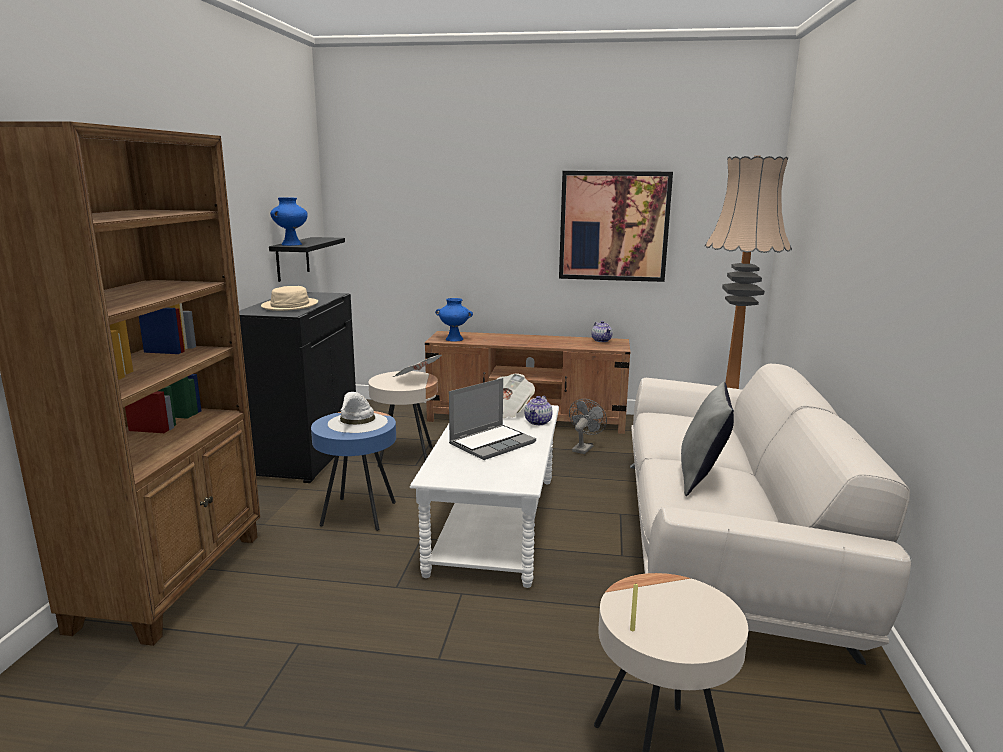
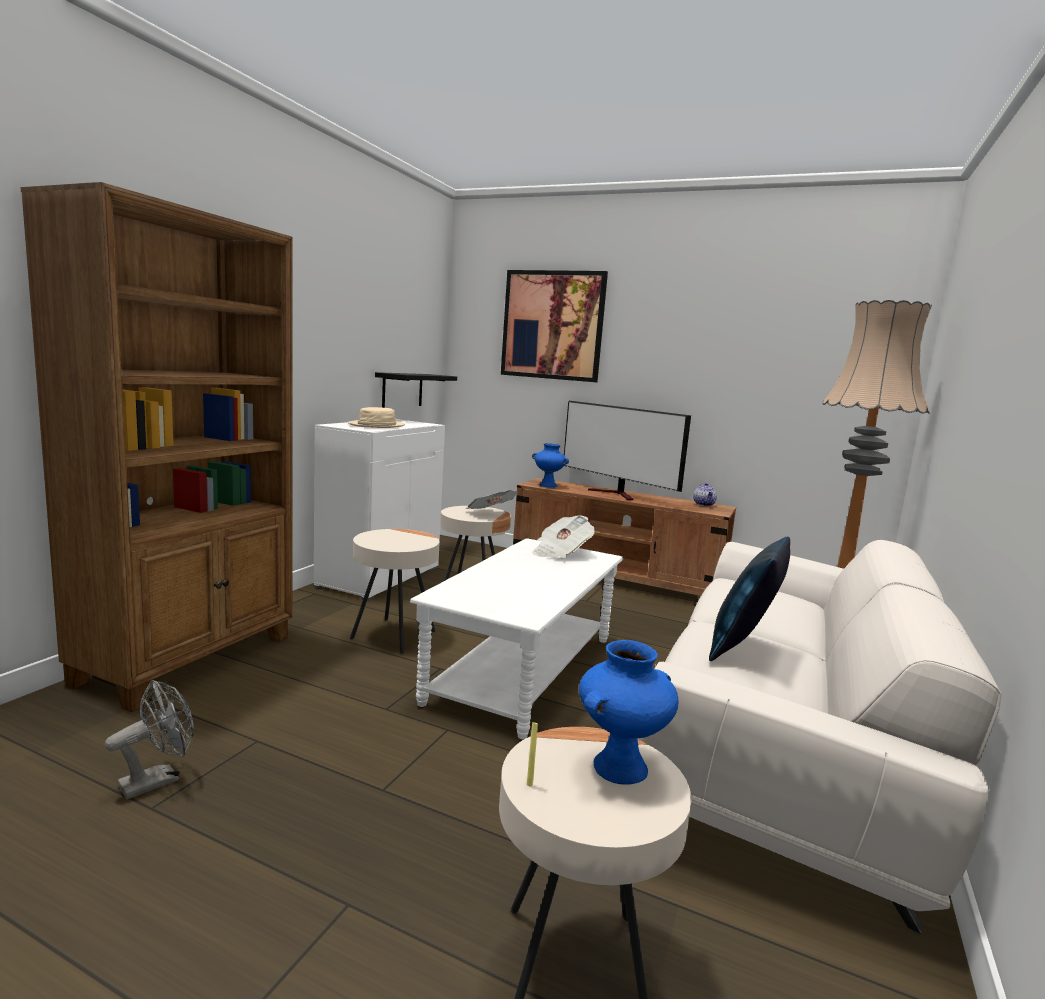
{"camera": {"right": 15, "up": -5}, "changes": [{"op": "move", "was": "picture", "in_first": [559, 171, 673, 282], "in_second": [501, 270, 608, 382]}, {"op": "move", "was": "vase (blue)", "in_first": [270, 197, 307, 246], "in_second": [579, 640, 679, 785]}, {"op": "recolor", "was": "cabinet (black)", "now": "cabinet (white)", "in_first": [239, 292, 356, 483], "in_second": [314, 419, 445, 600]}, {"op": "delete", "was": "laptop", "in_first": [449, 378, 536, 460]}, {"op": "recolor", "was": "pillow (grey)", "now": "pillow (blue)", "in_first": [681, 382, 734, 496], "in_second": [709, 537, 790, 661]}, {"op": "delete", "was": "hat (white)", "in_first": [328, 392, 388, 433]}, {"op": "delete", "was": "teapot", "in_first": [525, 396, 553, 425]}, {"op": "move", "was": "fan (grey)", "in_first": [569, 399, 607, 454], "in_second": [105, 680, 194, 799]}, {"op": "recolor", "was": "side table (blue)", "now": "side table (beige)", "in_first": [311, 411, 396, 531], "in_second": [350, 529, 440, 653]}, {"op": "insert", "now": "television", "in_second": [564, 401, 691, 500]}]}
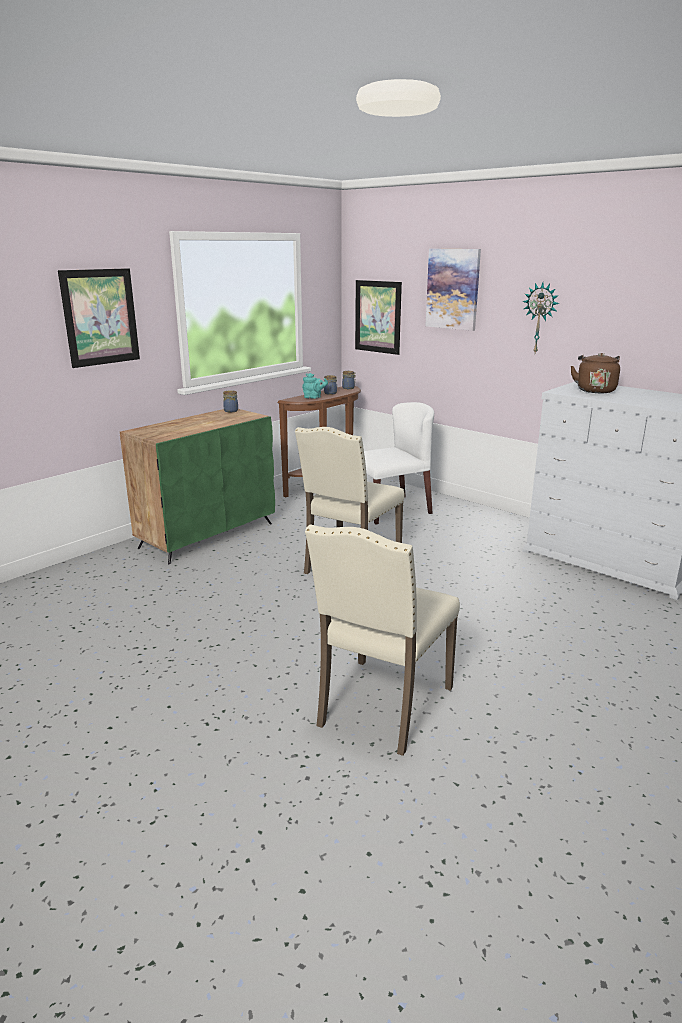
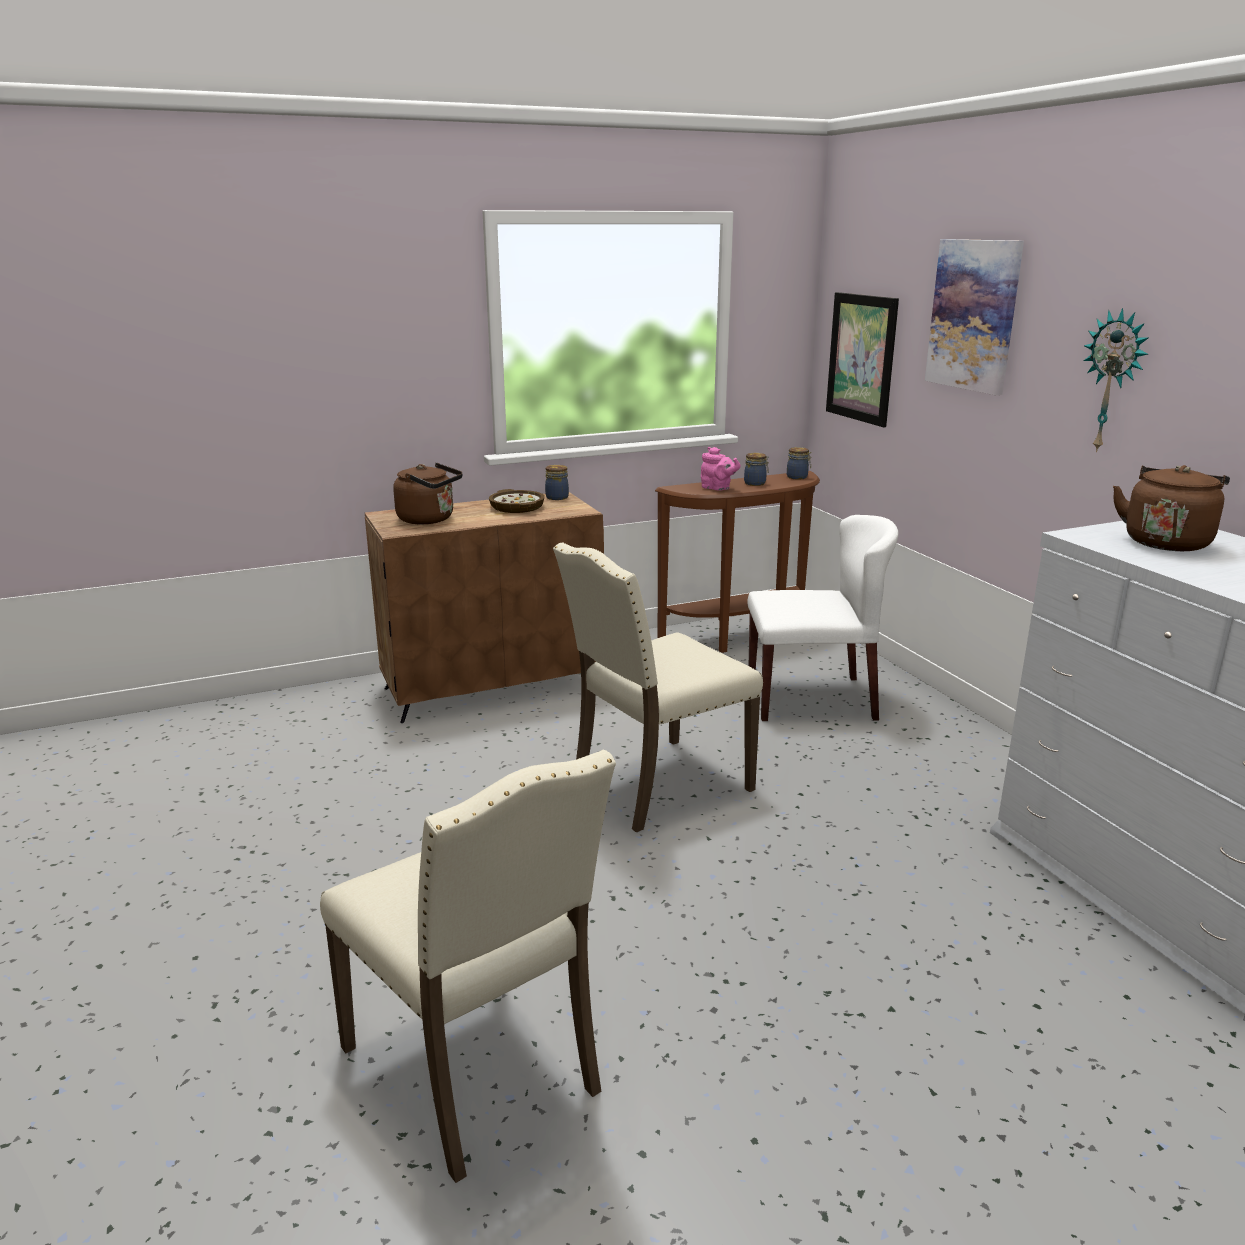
{"camera": {"right": 25, "up": 0}, "changes": [{"op": "delete", "was": "picture", "in_first": [58, 268, 140, 368]}, {"op": "recolor", "was": "teapot (turquoise)", "now": "teapot (pink)", "in_first": [302, 373, 328, 399], "in_second": [701, 447, 741, 491]}, {"op": "recolor", "was": "cabinet (green)", "now": "cabinet (brown)", "in_first": [120, 409, 275, 564], "in_second": [365, 492, 604, 723]}, {"op": "rotate", "was": "chair (beige)", "in_first": [305, 524, 460, 756], "in_second": [320, 750, 616, 1183], "clockwise": -90}, {"op": "insert", "now": "kettle (brown)", "in_second": [393, 463, 463, 524]}, {"op": "insert", "now": "bowl", "in_second": [489, 489, 545, 513]}]}
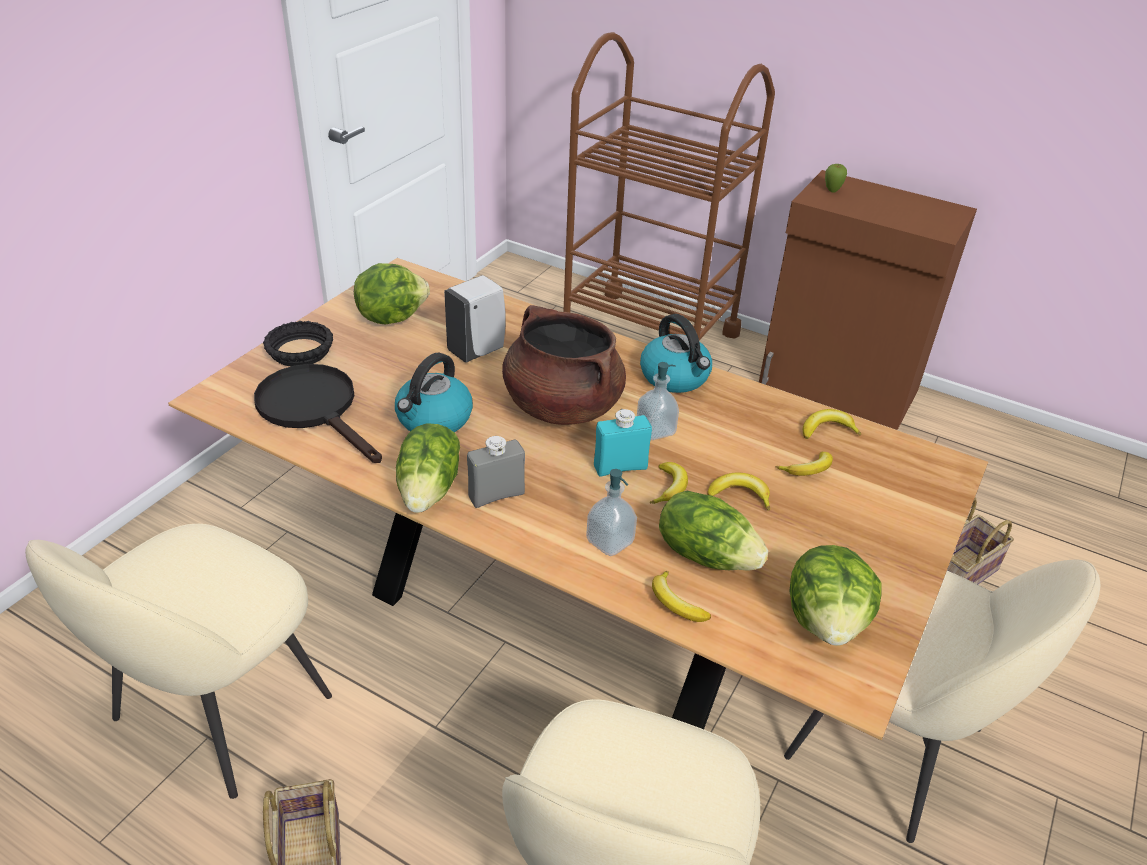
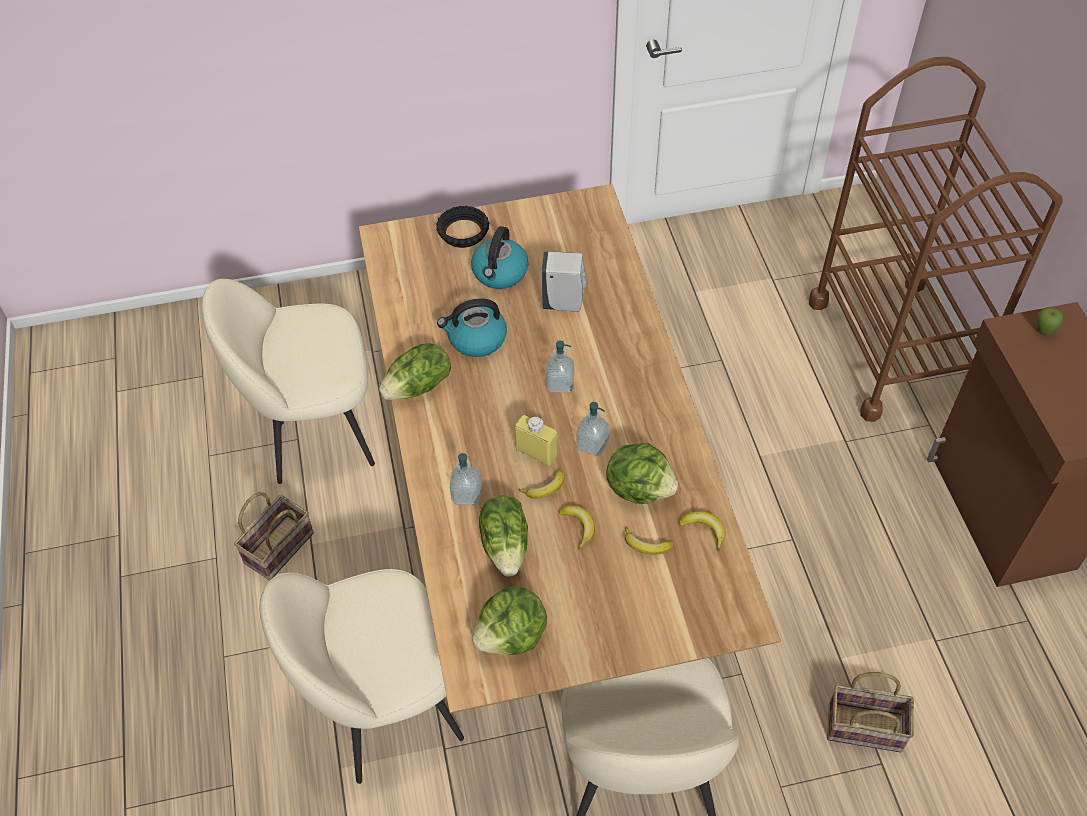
{"camera": {"right": 50, "up": 15}, "changes": [{"op": "move", "was": "lettuce", "in_first": [354, 263, 430, 324], "in_second": [606, 443, 678, 504]}, {"op": "replace", "was": "cooking pot (brown)", "now": "soap dispenser", "in_first": [502, 305, 626, 425], "in_second": [546, 341, 574, 393]}, {"op": "move", "was": "kettle", "in_first": [640, 314, 712, 393], "in_second": [471, 226, 528, 289]}, {"op": "delete", "was": "frying pan (black)", "in_first": [254, 364, 382, 463]}, {"op": "recolor", "was": "bottle (turquoise)", "now": "bottle (yellow)", "in_first": [594, 409, 652, 477], "in_second": [515, 415, 557, 466]}, {"op": "delete", "was": "bottle (grey)", "in_first": [467, 436, 525, 508]}, {"op": "delete", "was": "banana", "in_first": [652, 571, 711, 622]}]}
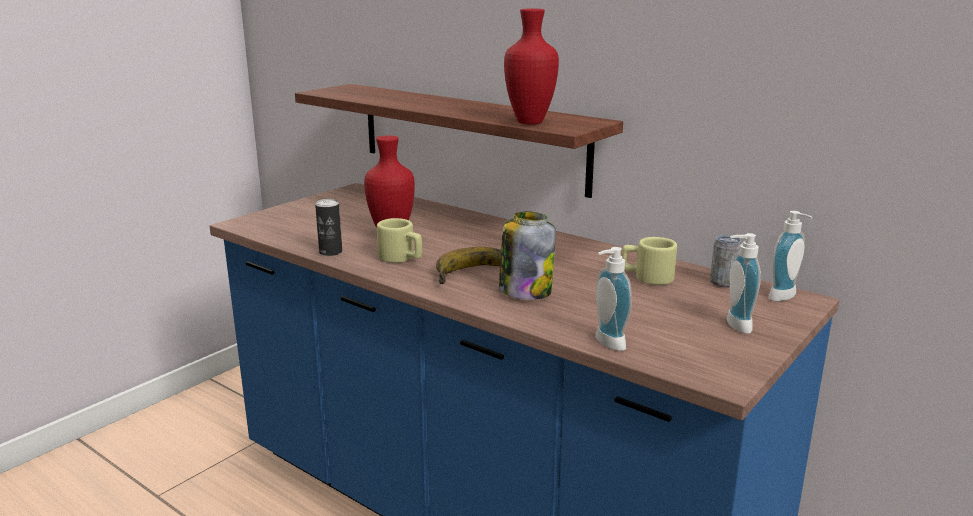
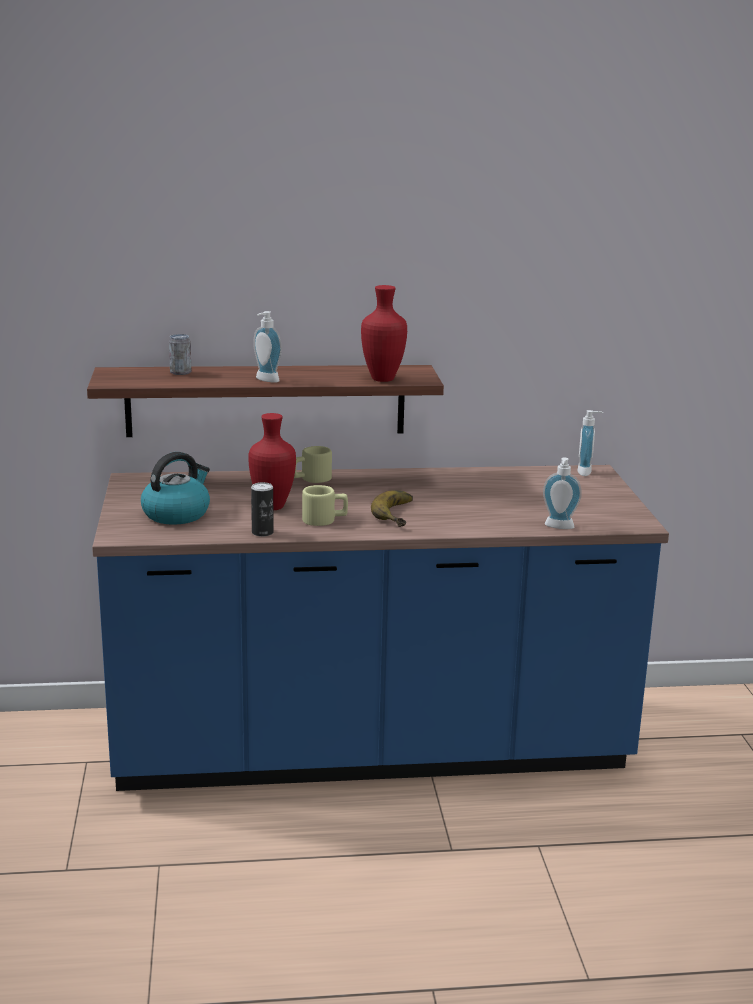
{"camera": {"right": -45, "up": 0}, "changes": [{"op": "delete", "was": "jar", "in_first": [499, 211, 556, 300]}, {"op": "move", "was": "soap dispenser", "in_first": [727, 233, 761, 334], "in_second": [253, 311, 282, 383]}, {"op": "move", "was": "can", "in_first": [710, 235, 742, 288], "in_second": [169, 334, 191, 375]}, {"op": "move", "was": "mug (beige)", "in_first": [622, 237, 677, 285], "in_second": [294, 446, 332, 483]}, {"op": "insert", "now": "kettle", "in_second": [141, 452, 210, 525]}]}
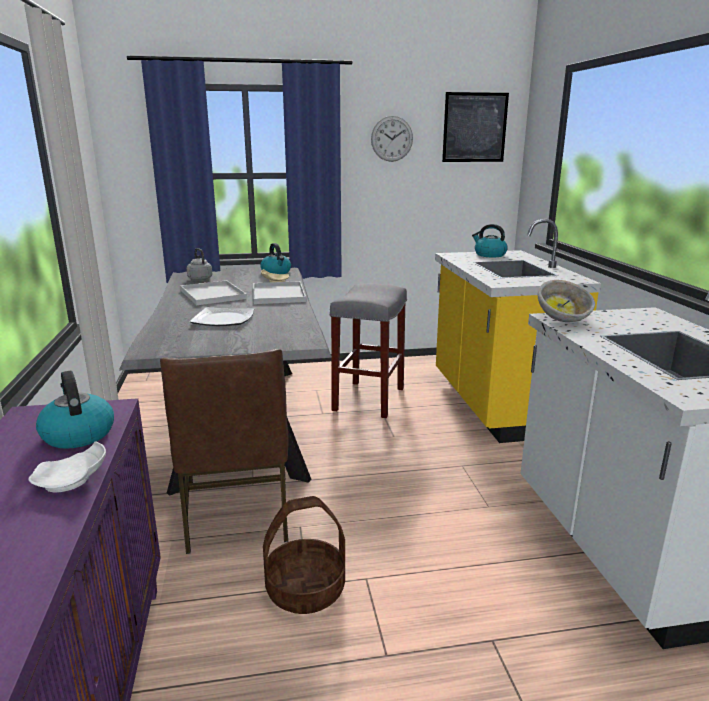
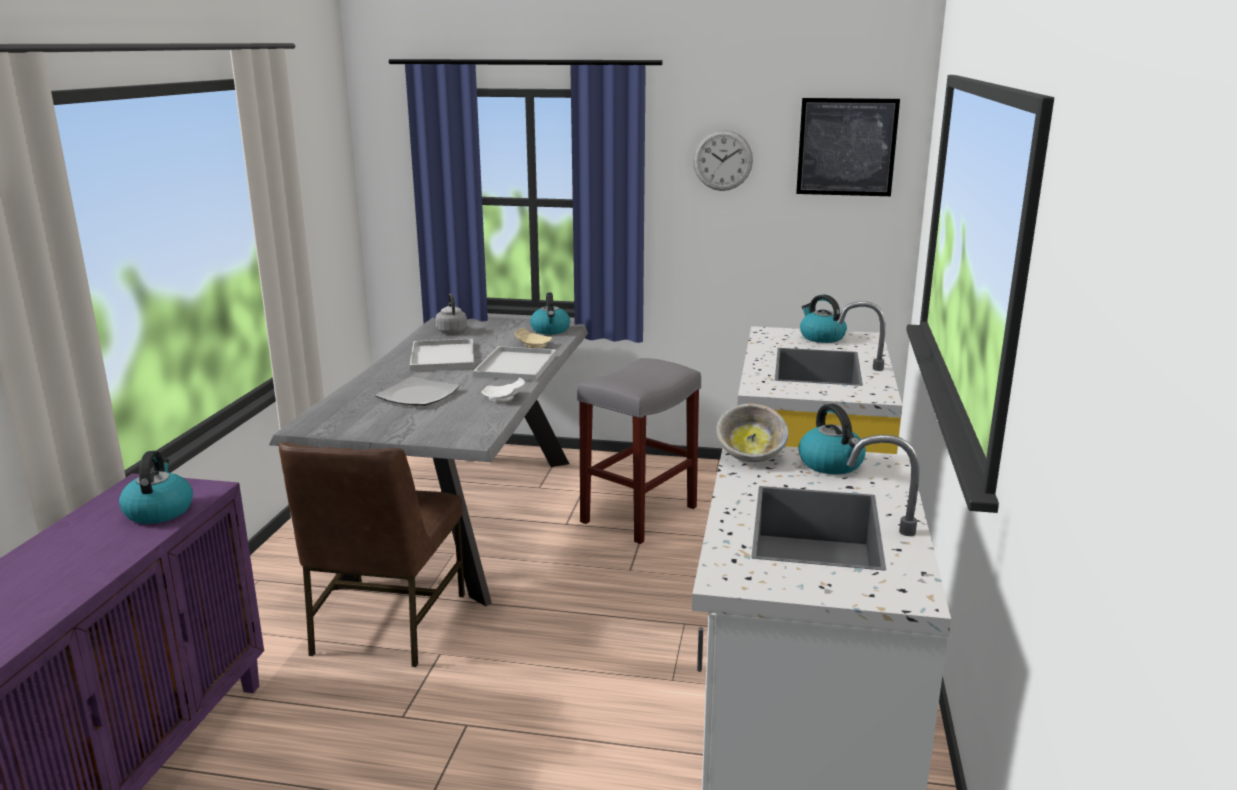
{"camera": {"right": 20, "up": 0}, "changes": [{"op": "move", "was": "plate (white)", "in_first": [28, 441, 106, 493], "in_second": [481, 378, 525, 402]}, {"op": "delete", "was": "basket", "in_first": [263, 496, 345, 614]}, {"op": "insert", "now": "kettle", "in_second": [799, 404, 866, 474]}]}
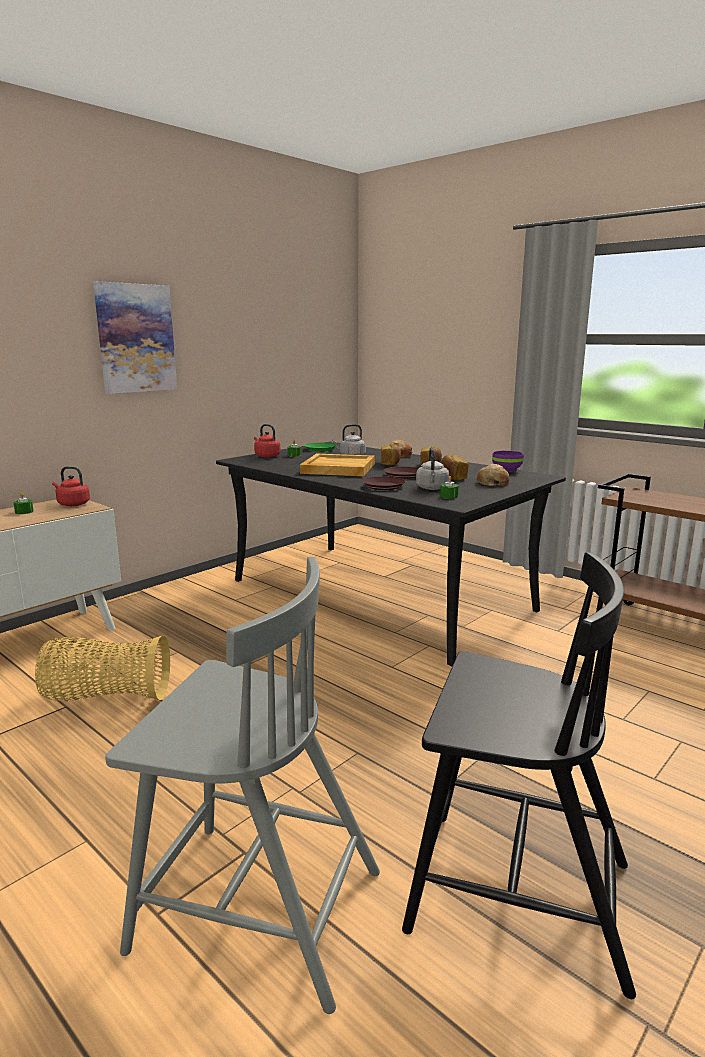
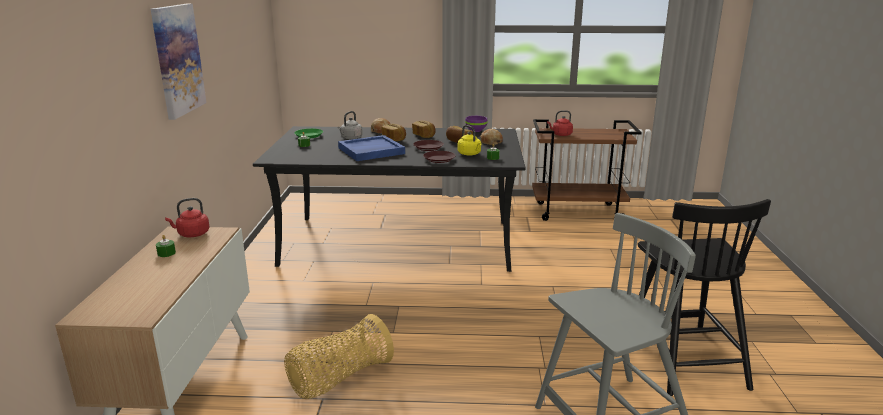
{"camera": {"right": -40, "up": 5}, "changes": [{"op": "move", "was": "kettle (red)", "in_first": [254, 424, 281, 458], "in_second": [547, 110, 573, 136]}, {"op": "recolor", "was": "kettle (grey)", "now": "kettle (yellow)", "in_first": [416, 447, 449, 490], "in_second": [458, 125, 482, 156]}, {"op": "recolor", "was": "tray (beige)", "now": "tray (blue)", "in_first": [300, 454, 375, 476], "in_second": [338, 135, 405, 161]}, {"op": "rotate", "was": "chair (black)", "in_first": [402, 552, 636, 999], "in_second": [638, 199, 771, 396], "clockwise": 105}]}
